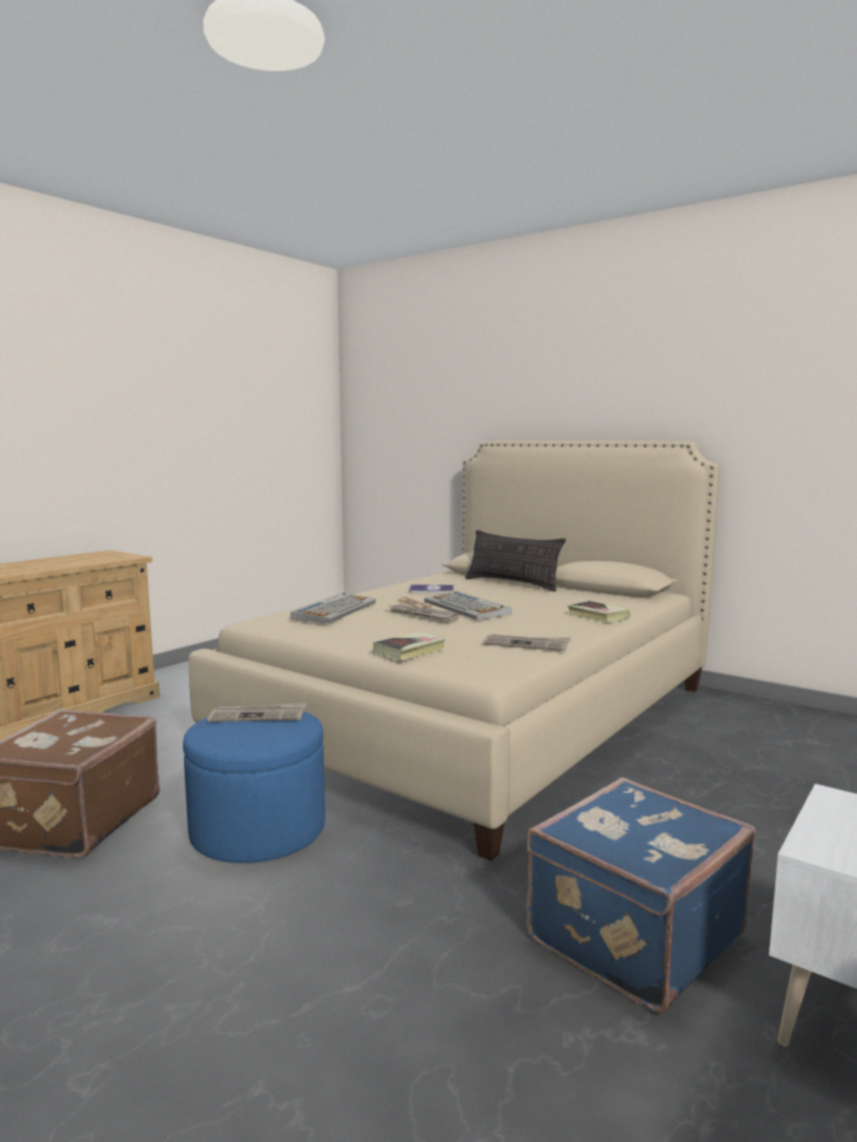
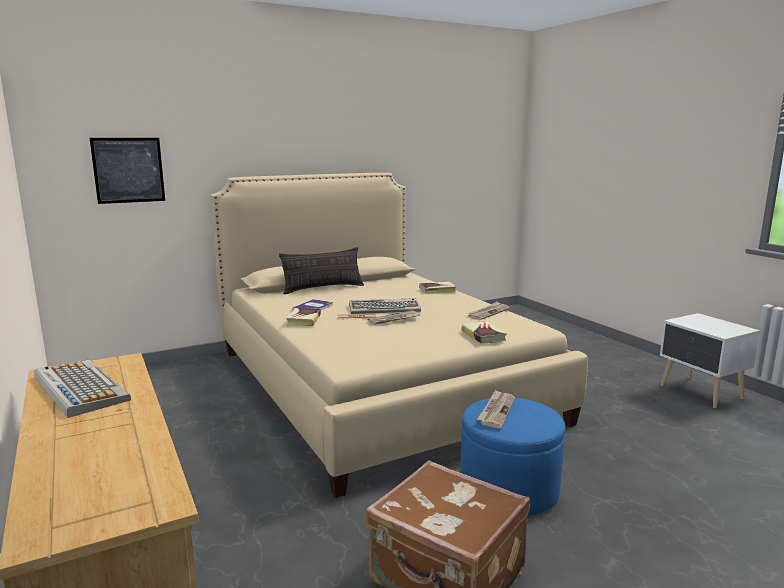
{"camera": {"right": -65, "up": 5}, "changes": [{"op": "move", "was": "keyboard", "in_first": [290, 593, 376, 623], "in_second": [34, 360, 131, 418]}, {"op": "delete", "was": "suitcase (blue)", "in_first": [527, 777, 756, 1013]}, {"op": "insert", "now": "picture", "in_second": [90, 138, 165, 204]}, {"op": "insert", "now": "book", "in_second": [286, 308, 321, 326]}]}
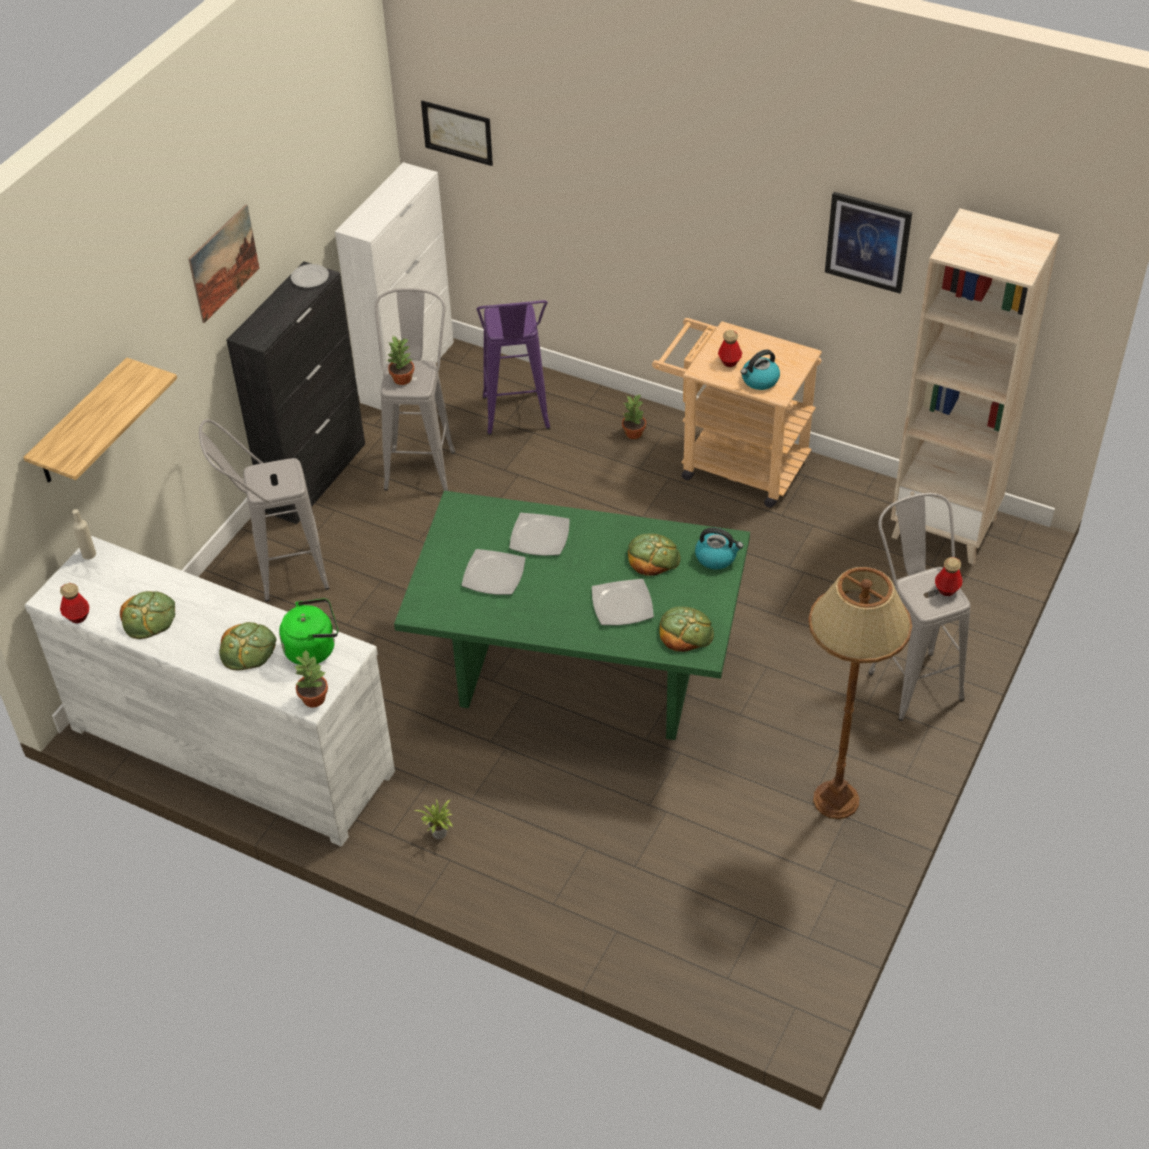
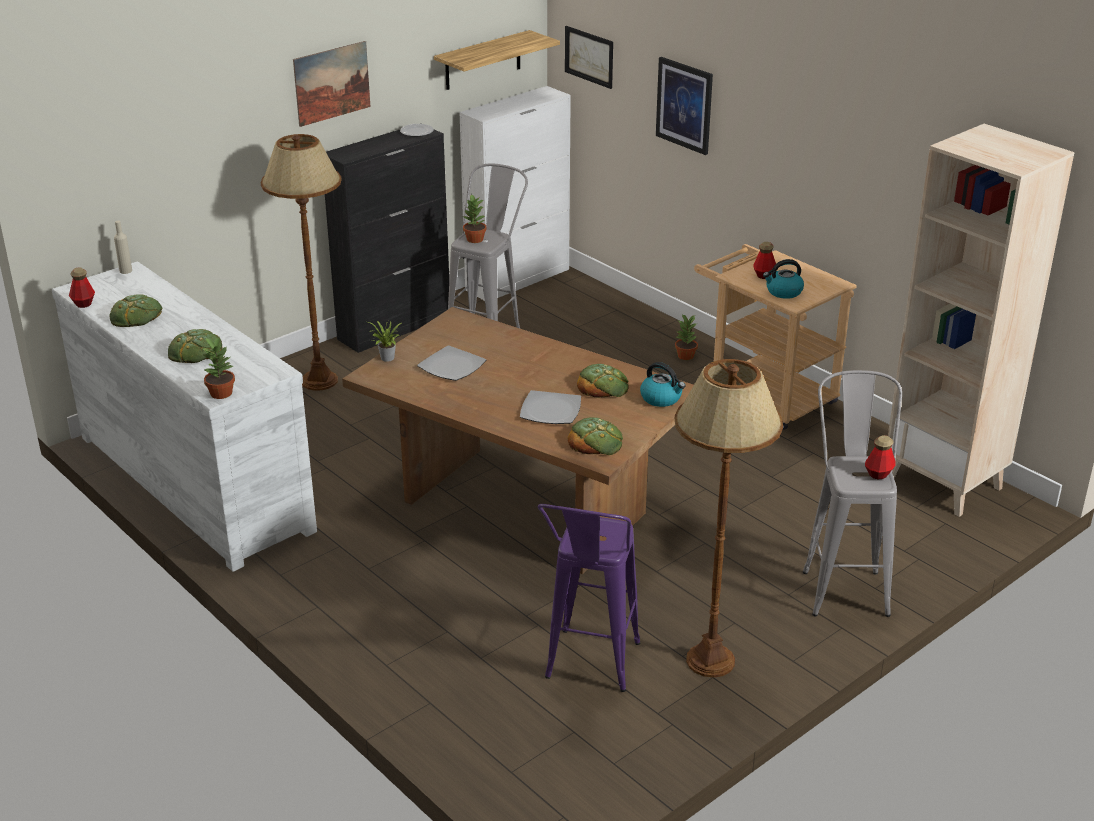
{"camera": {"right": 20, "up": -15}, "changes": [{"op": "move", "was": "picture", "in_first": [825, 192, 912, 294], "in_second": [656, 57, 713, 155]}, {"op": "move", "was": "stool (purple)", "in_first": [477, 300, 550, 435], "in_second": [538, 504, 640, 692]}, {"op": "move", "was": "shelf", "in_first": [23, 357, 177, 483], "in_second": [434, 30, 560, 90]}, {"op": "replace", "was": "stool (grey)", "now": "floor lamp (brown)", "in_first": [199, 419, 329, 602], "in_second": [261, 134, 341, 391]}, {"op": "recolor", "was": "dining table (green)", "now": "dining table (brown)", "in_first": [394, 491, 750, 740], "in_second": [342, 307, 694, 574]}, {"op": "delete", "was": "plate", "in_first": [509, 513, 570, 556]}, {"op": "delete", "was": "kettle (green)", "in_first": [279, 598, 338, 665]}, {"op": "move", "was": "potted plant", "in_first": [413, 799, 453, 839], "in_second": [368, 321, 401, 362]}]}
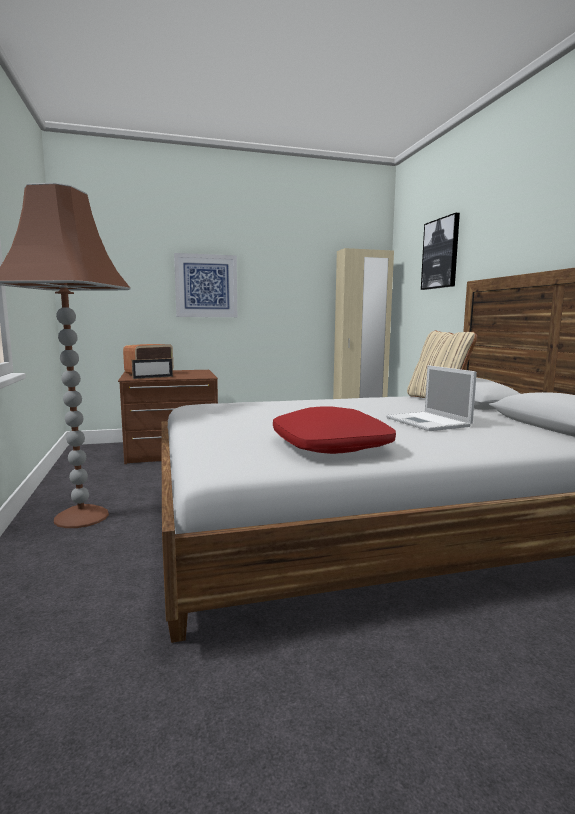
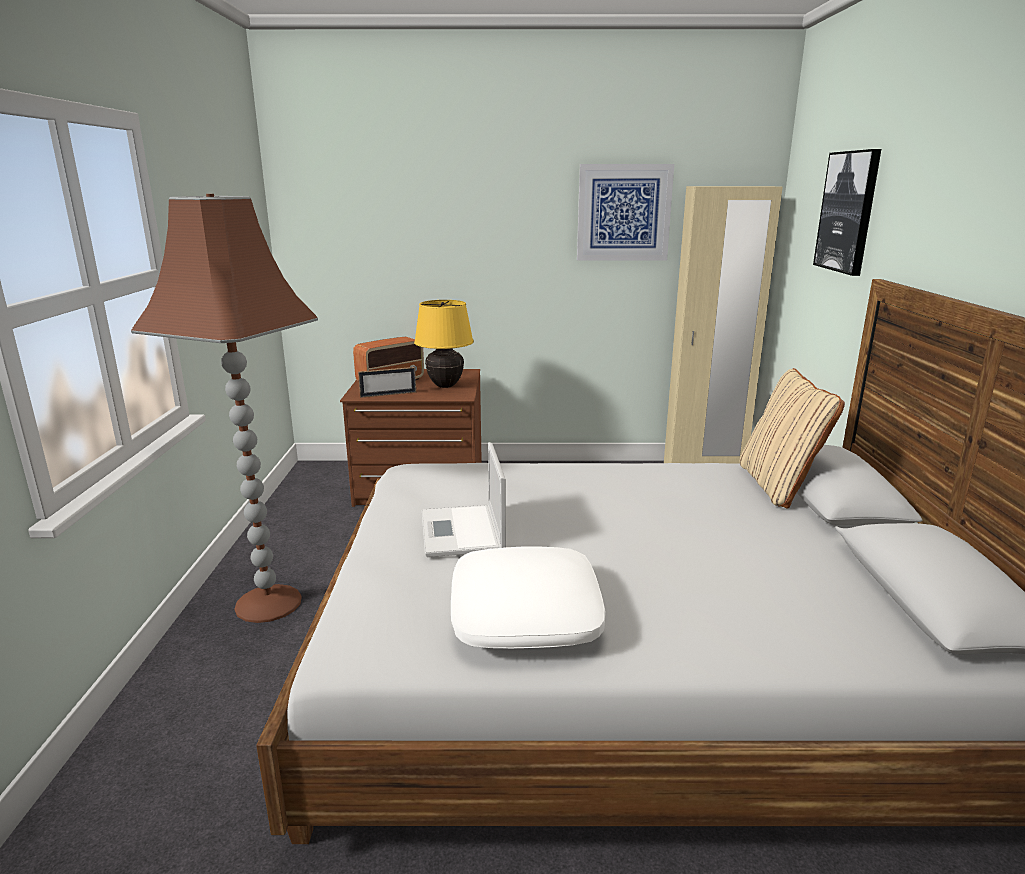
{"camera": {"right": 15, "up": 10}, "changes": [{"op": "move", "was": "picture", "in_first": [174, 253, 237, 317], "in_second": [577, 164, 674, 261]}, {"op": "move", "was": "laptop", "in_first": [386, 365, 477, 431], "in_second": [422, 442, 506, 557]}, {"op": "recolor", "was": "pillow (red)", "now": "pillow (white)", "in_first": [273, 406, 396, 454], "in_second": [451, 547, 606, 649]}, {"op": "insert", "now": "table lamp (yellow)", "in_second": [414, 300, 474, 388]}]}
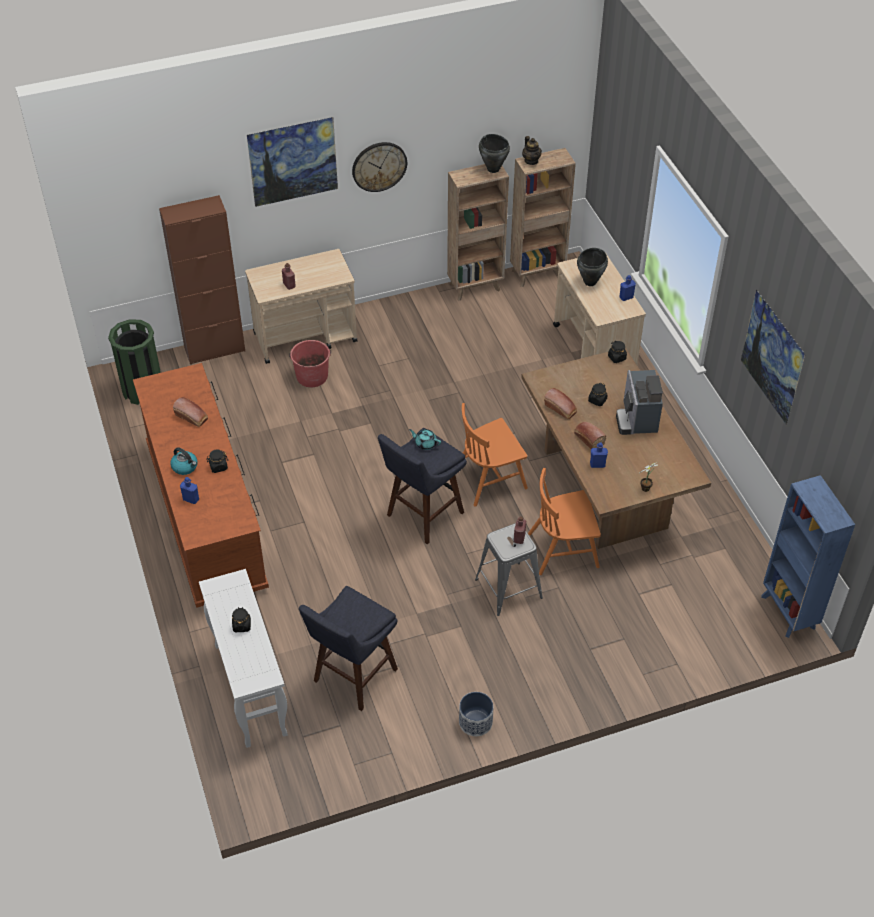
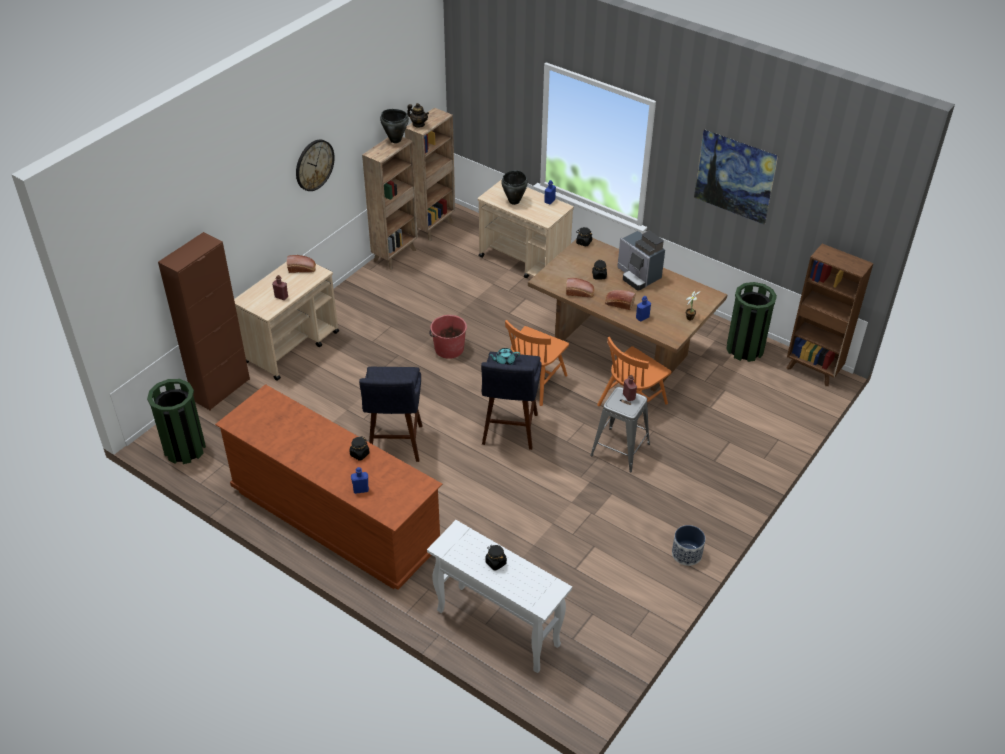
{"camera": {"right": -35, "up": -5}, "changes": [{"op": "delete", "was": "picture", "in_first": [247, 117, 338, 207]}, {"op": "move", "was": "bucket (red)", "in_first": [289, 340, 331, 387], "in_second": [429, 315, 467, 359]}, {"op": "move", "was": "bread", "in_first": [173, 397, 208, 427], "in_second": [287, 255, 316, 273]}, {"op": "delete", "was": "kettle", "in_first": [170, 448, 198, 475]}, {"op": "recolor", "was": "bookcase (blue)", "now": "bookcase (brown)", "in_first": [761, 475, 855, 638], "in_second": [786, 244, 874, 386]}, {"op": "move", "was": "stool (blue)", "in_first": [299, 586, 398, 711], "in_second": [359, 367, 422, 462]}, {"op": "insert", "now": "trash can (green)", "in_second": [726, 282, 777, 362]}]}
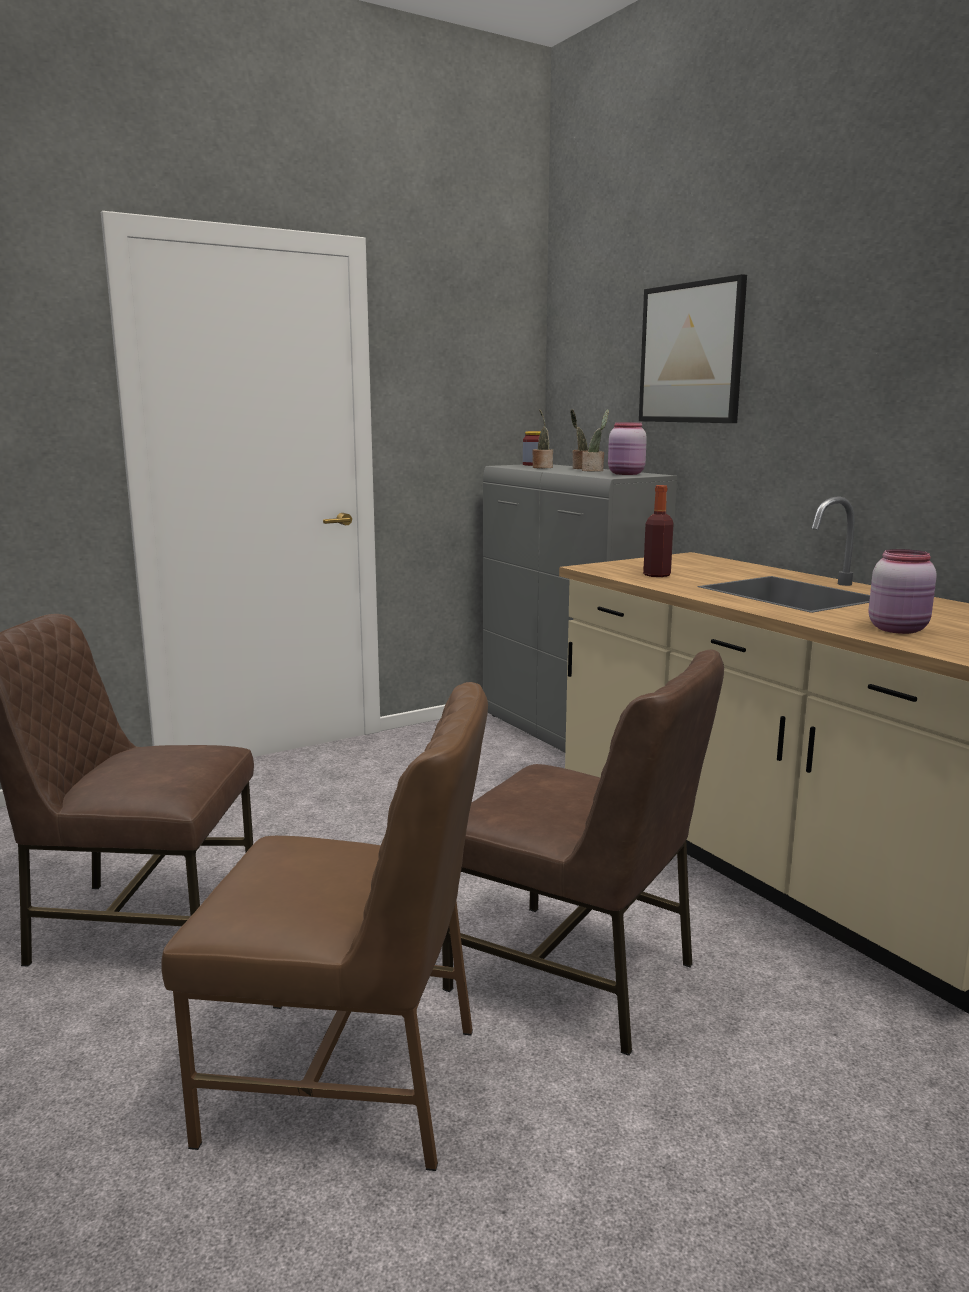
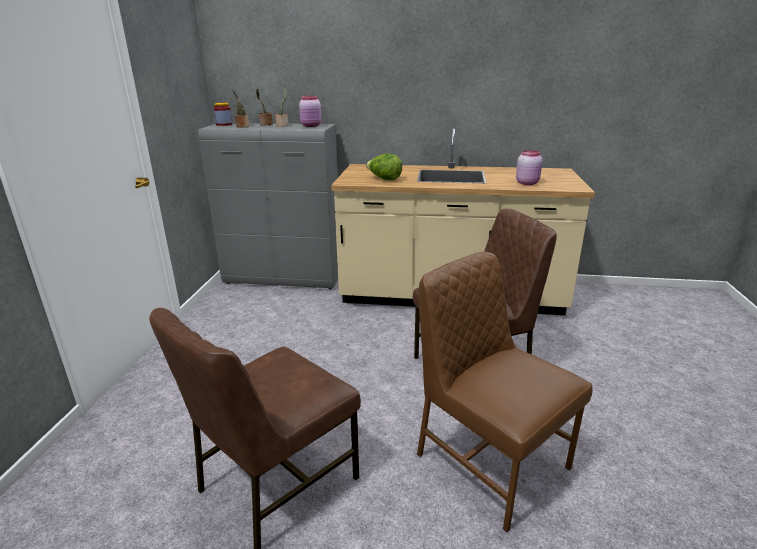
{"camera": {"right": -50, "up": 10}, "changes": [{"op": "delete", "was": "picture", "in_first": [639, 274, 747, 423]}, {"op": "replace", "was": "bottle", "now": "lettuce", "in_first": [643, 485, 674, 577], "in_second": [366, 153, 402, 180]}, {"op": "rotate", "was": "chair (brown)", "in_first": [161, 682, 488, 1171], "in_second": [417, 252, 593, 532], "clockwise": -90}]}
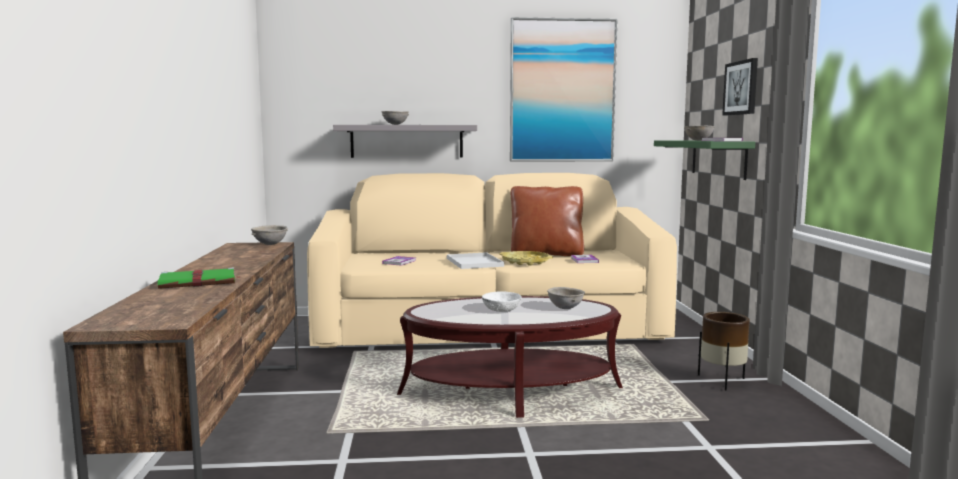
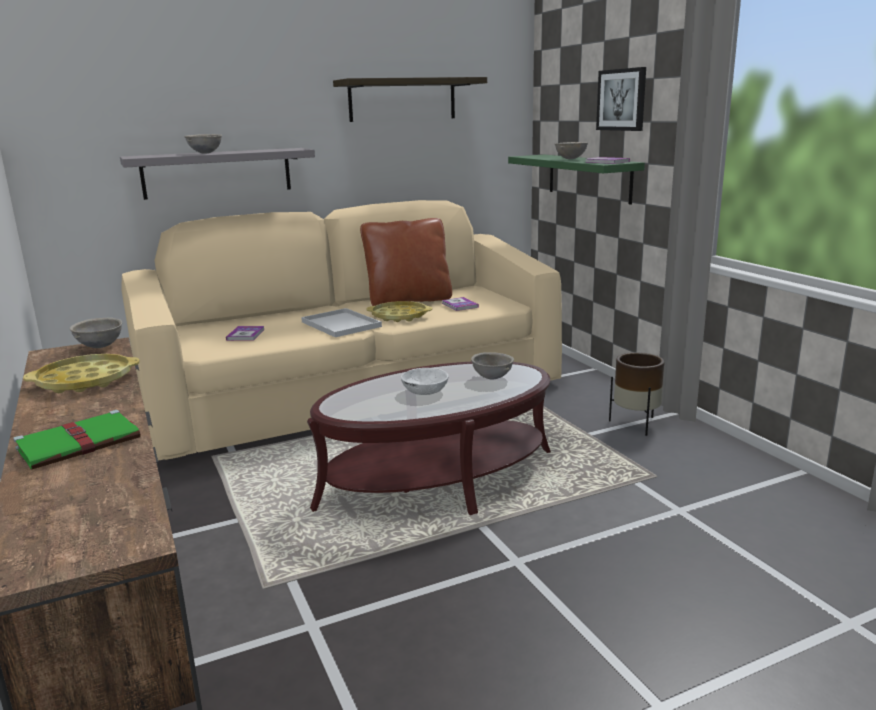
{"camera": {"right": -20, "up": 10}, "changes": [{"op": "replace", "was": "picture", "now": "shelf", "in_first": [510, 17, 617, 162], "in_second": [333, 77, 487, 122]}, {"op": "insert", "now": "tray (yellow)", "in_second": [23, 354, 140, 393]}]}
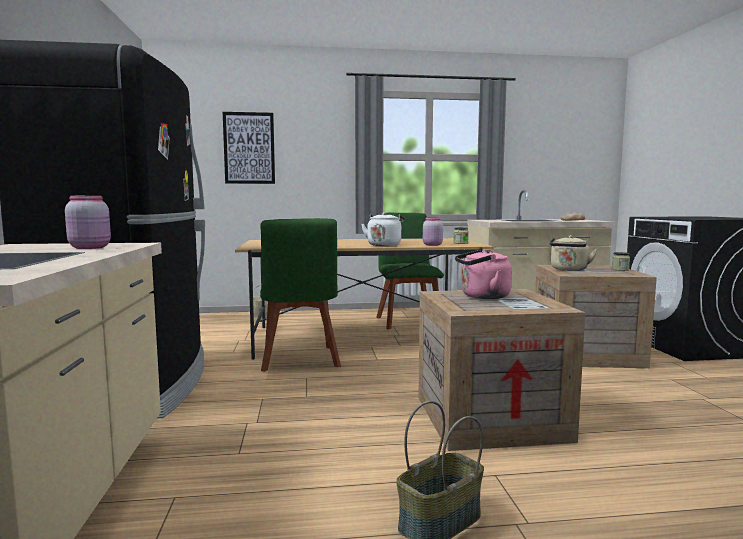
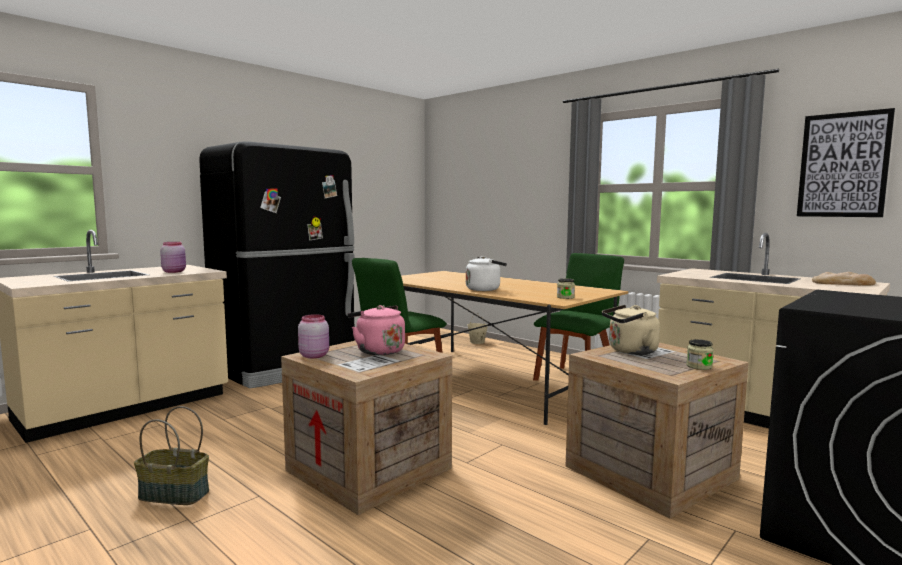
{"camera": {"right": 50, "up": 0}, "changes": [{"op": "move", "was": "picture", "in_first": [223, 112, 275, 184], "in_second": [797, 108, 895, 217]}, {"op": "move", "was": "jar (pink)", "in_first": [423, 218, 443, 246], "in_second": [298, 314, 329, 358]}]}
